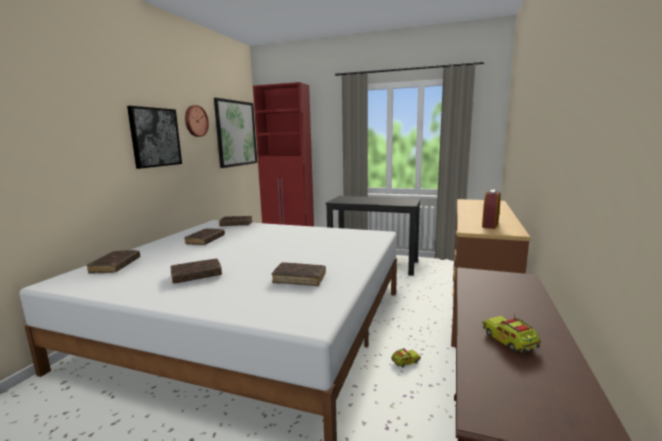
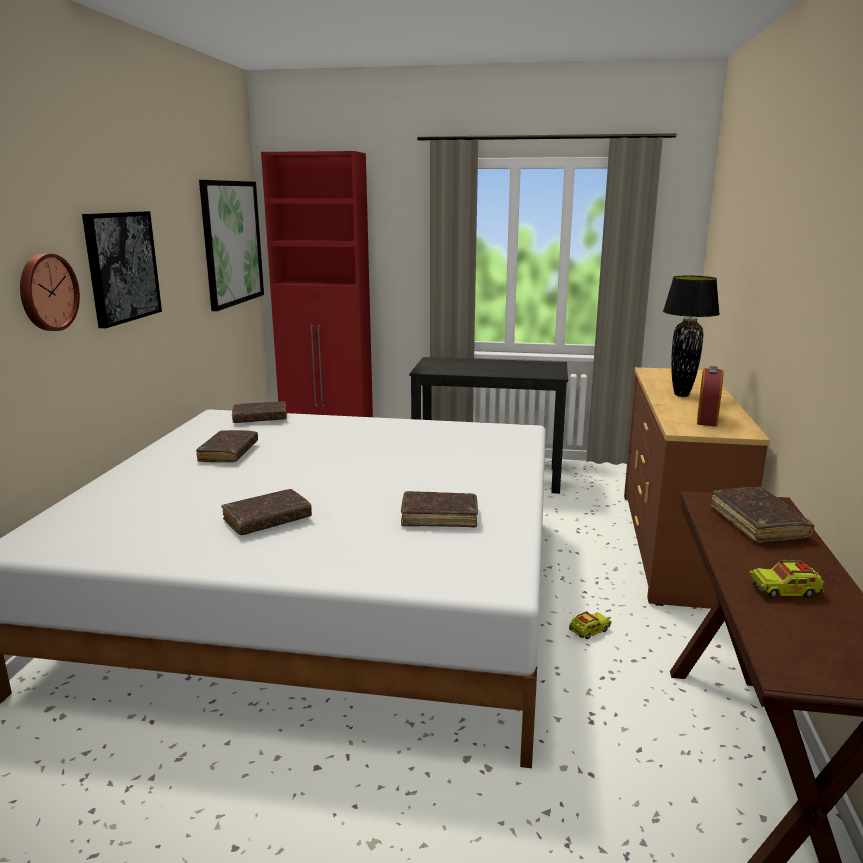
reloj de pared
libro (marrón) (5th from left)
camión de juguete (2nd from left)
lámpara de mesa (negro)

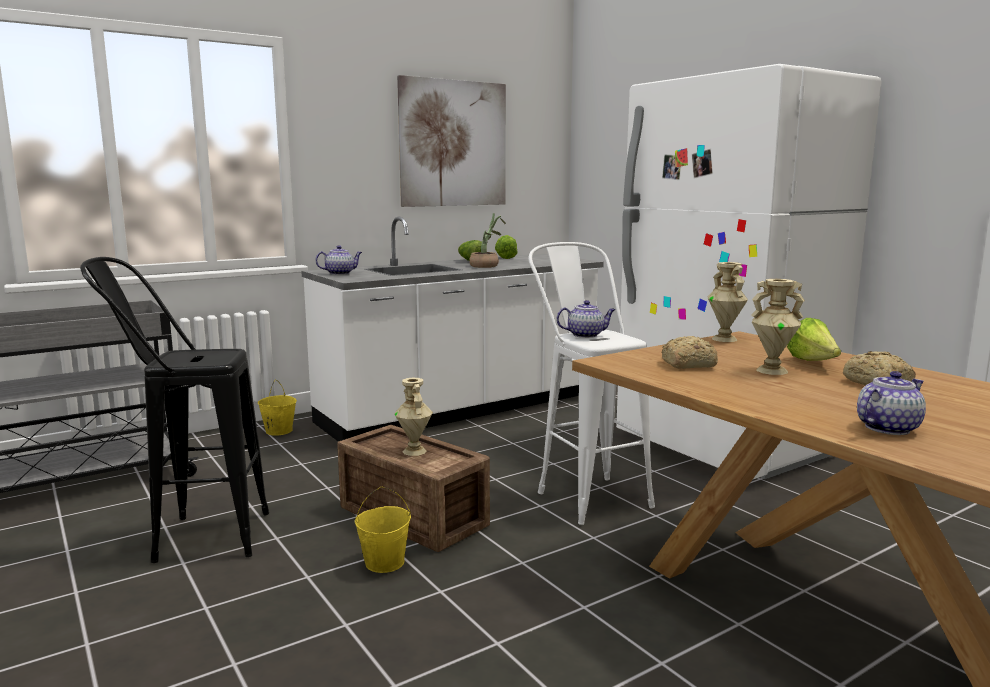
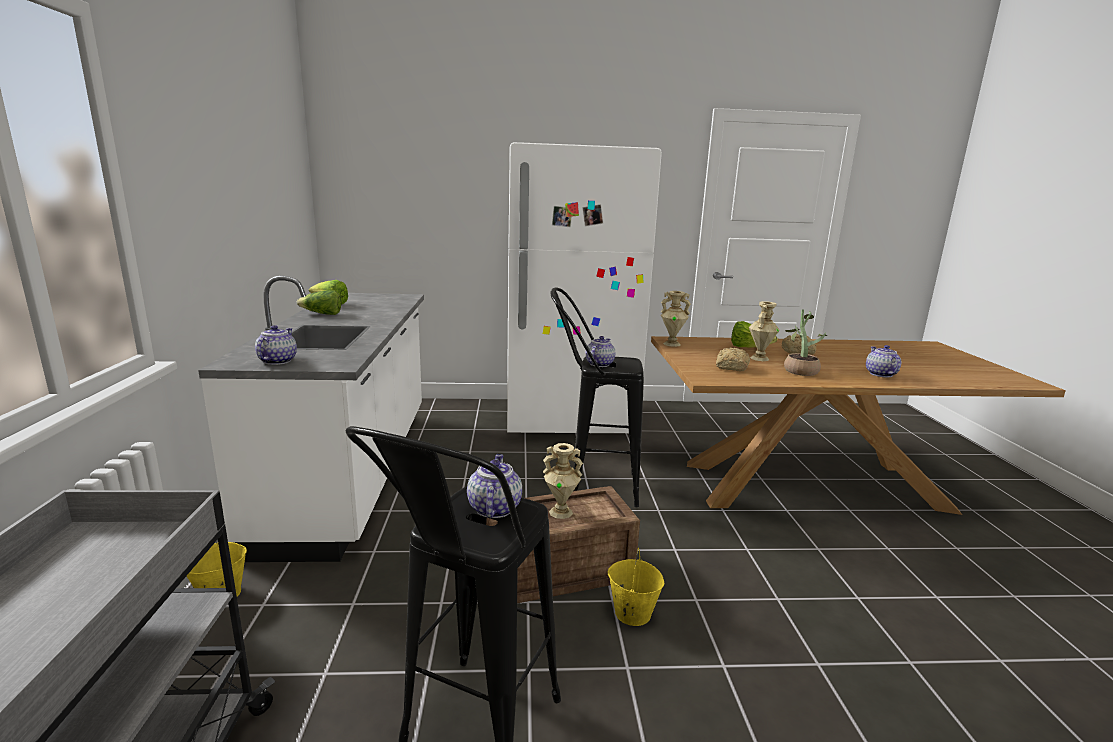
cuadro
planta en maceta
taburete (negro) (2nd from left)
tetera (2nd from left)

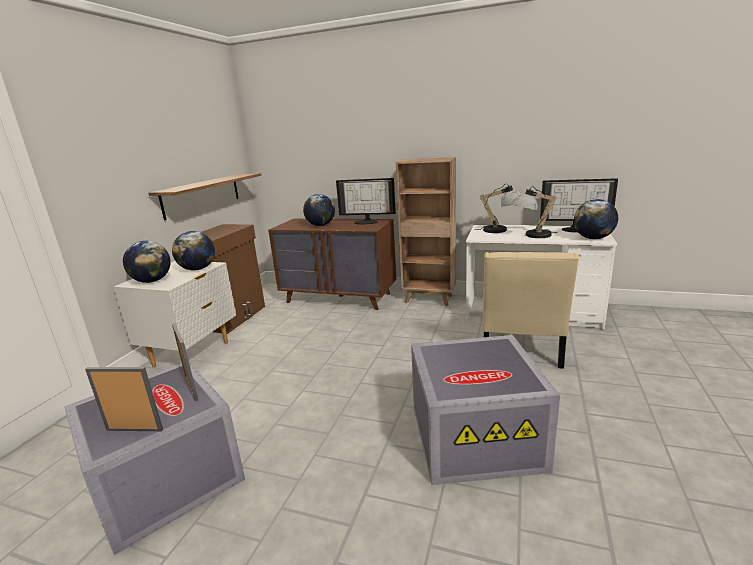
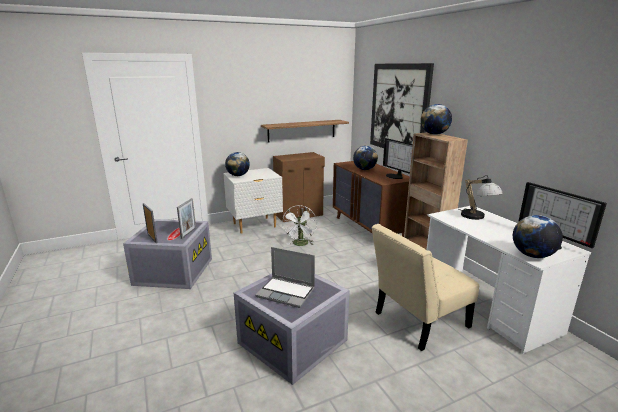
lámpara de mesa (2nd from left in the first image)
globo terráqueo (3rd from left)
cuadro
ventilador (blanco)
portátil

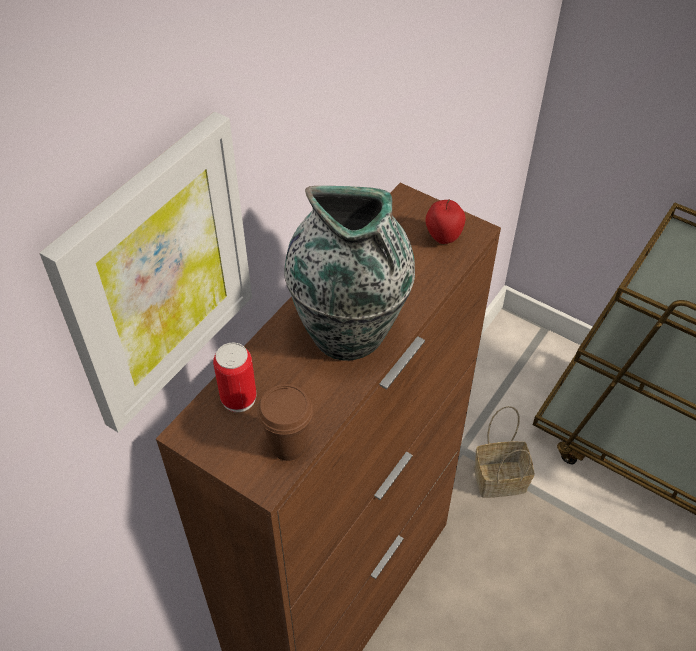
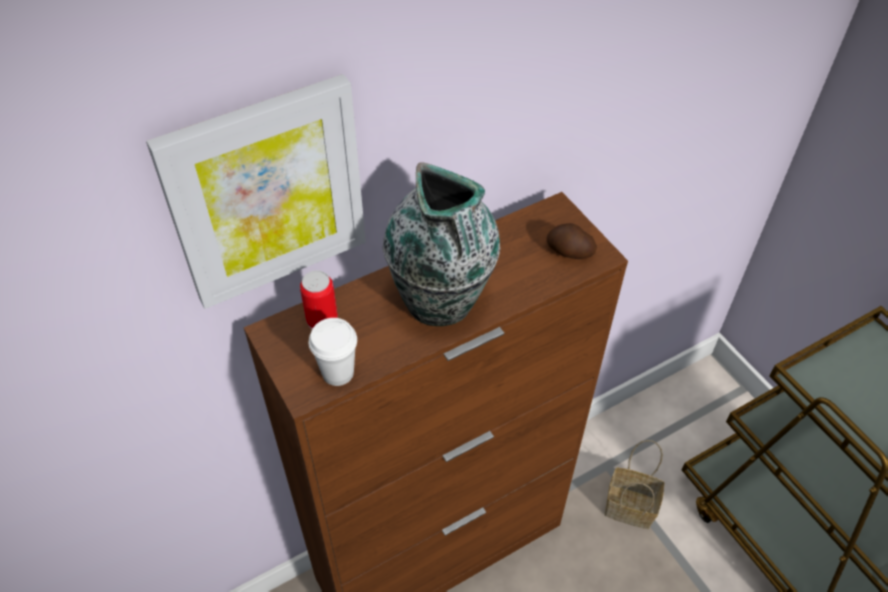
patata
taza (blanco)

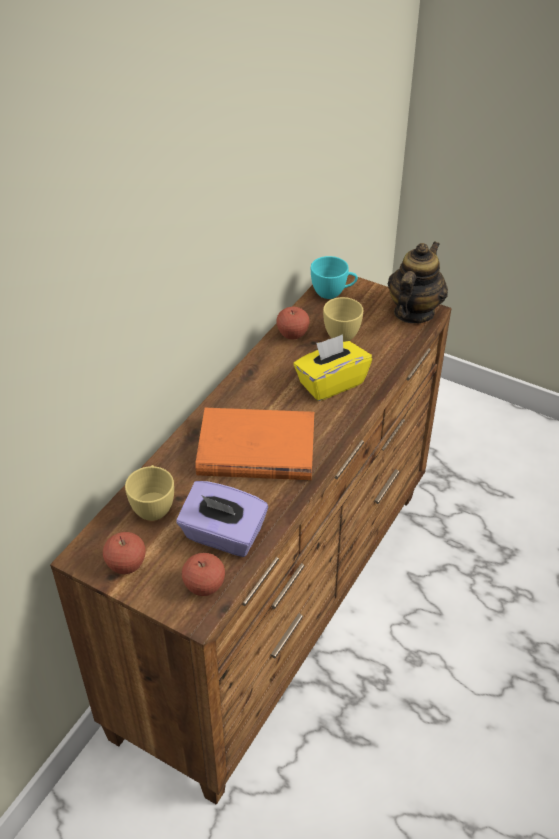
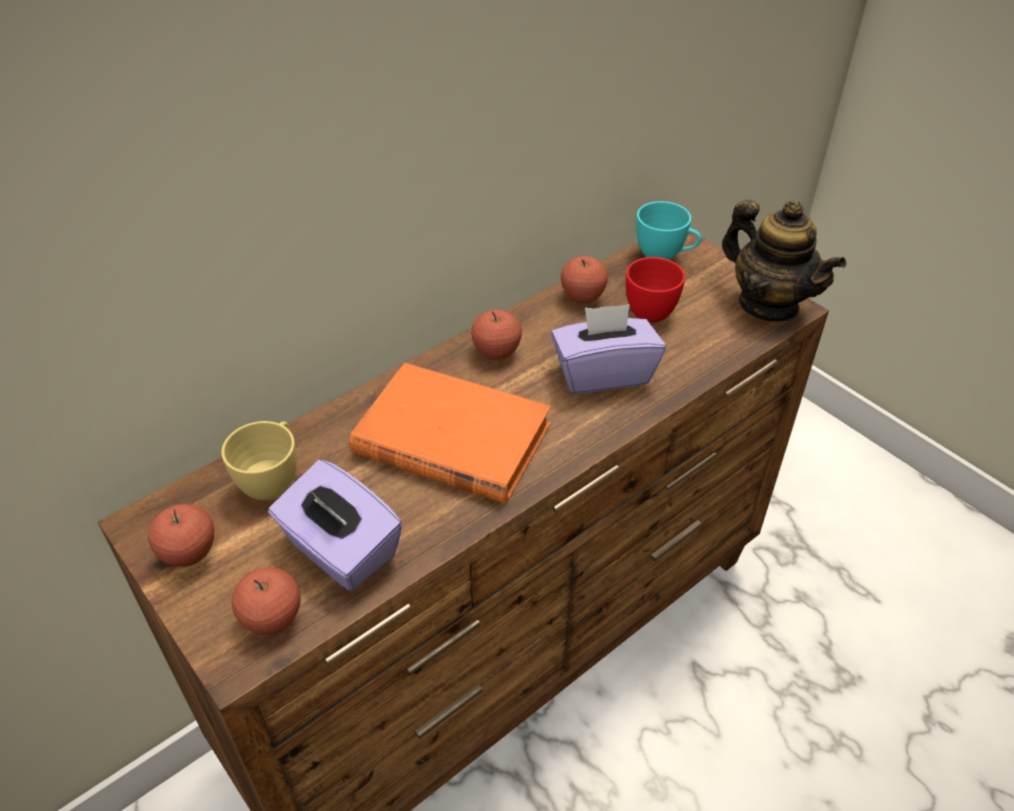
tetera
taza (rojo)
caja de pañuelos (morado) (2nd from left)
manzana (3rd from left)

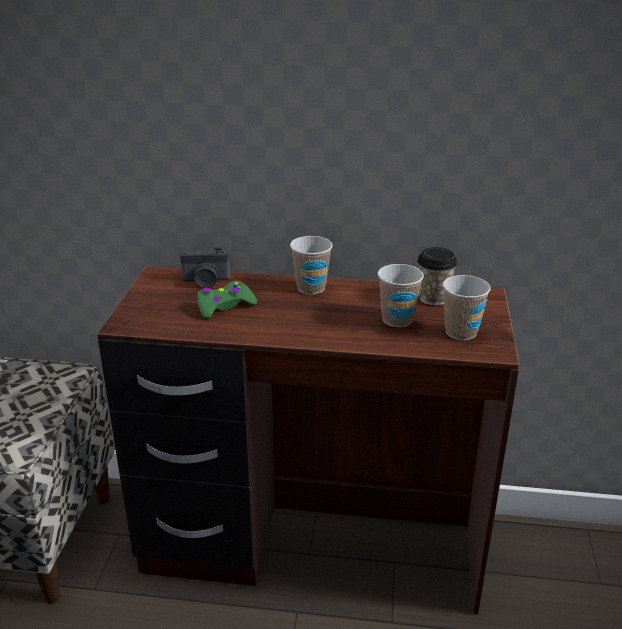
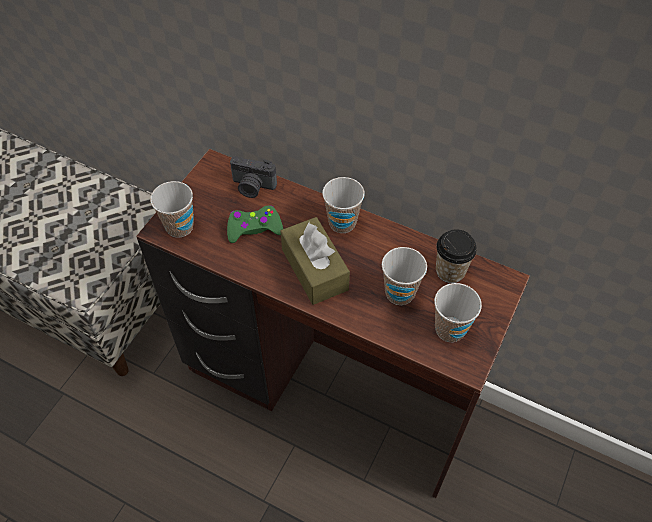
taza (1st from left)
caja de pañuelos (marrón)

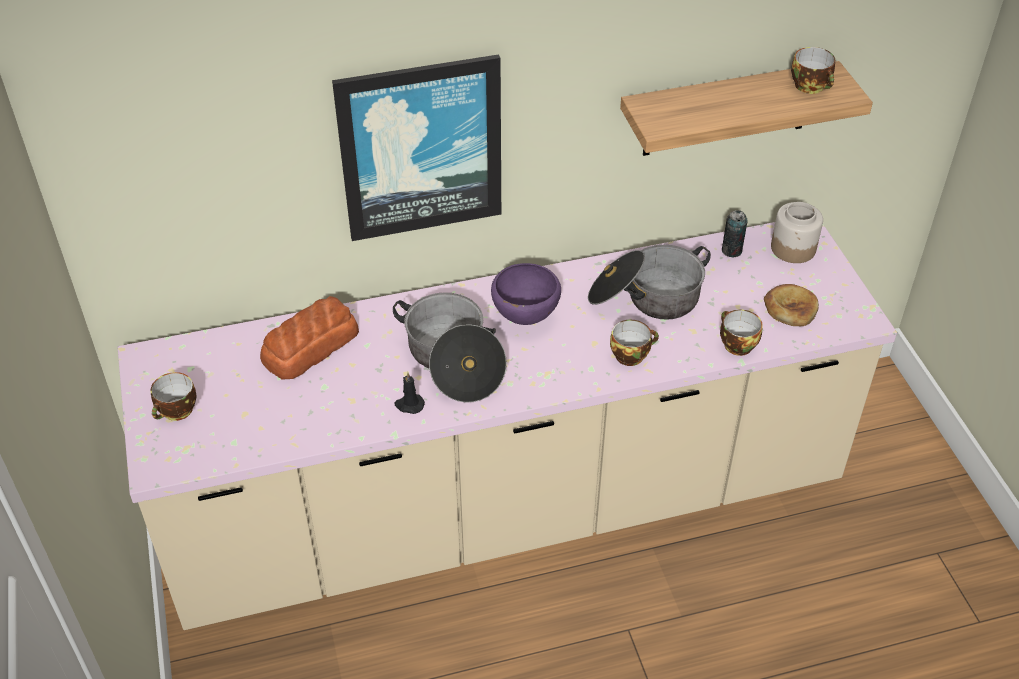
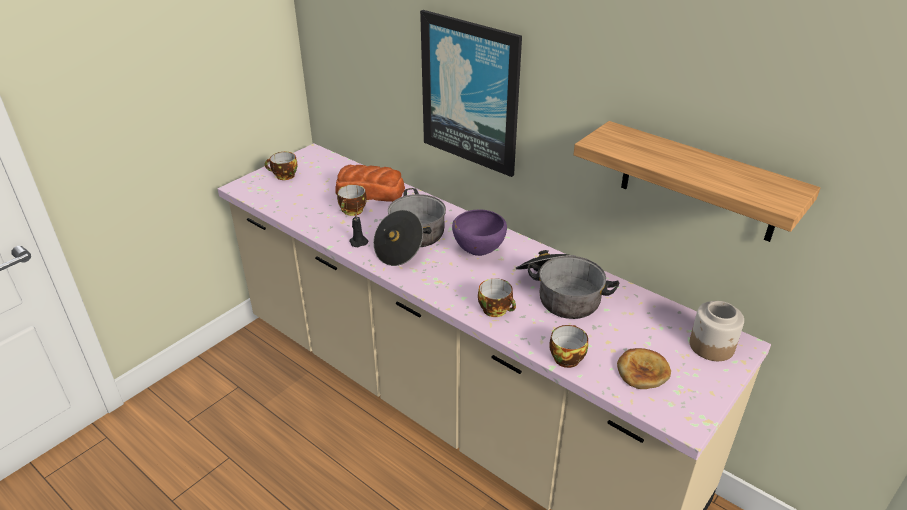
taza (2nd from left)
lata

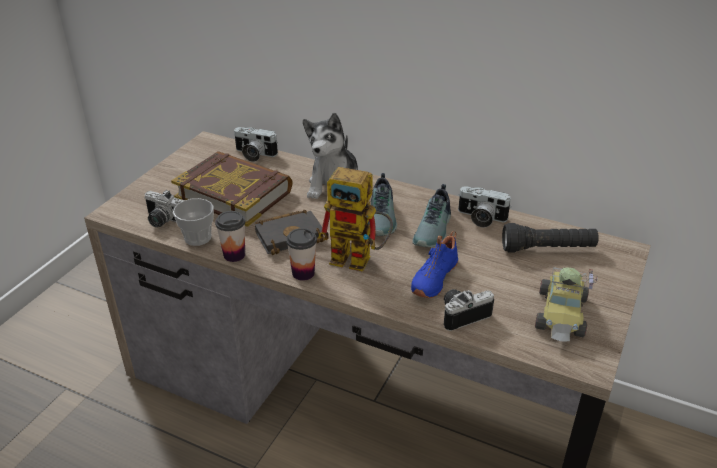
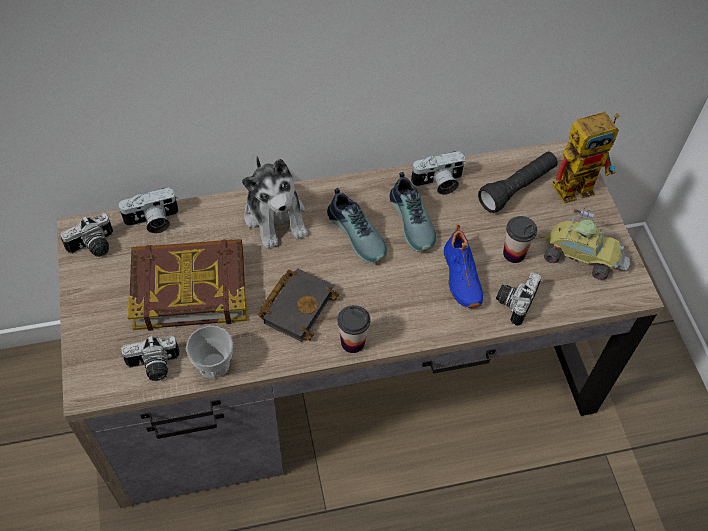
robot de juguete
taza (3rd from left)
coche de juguete
cámara (1st from left)

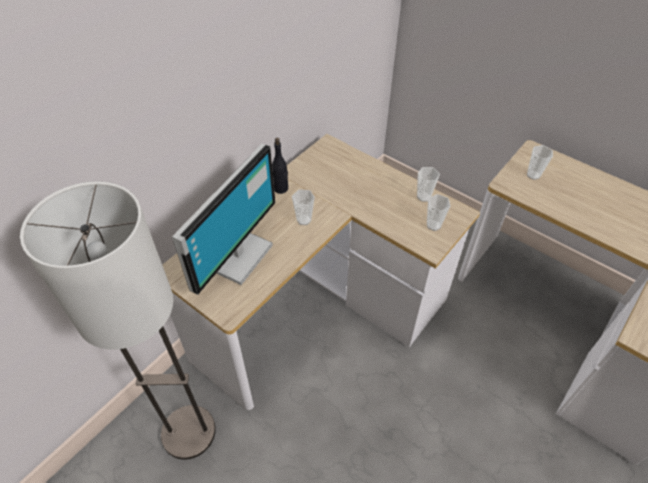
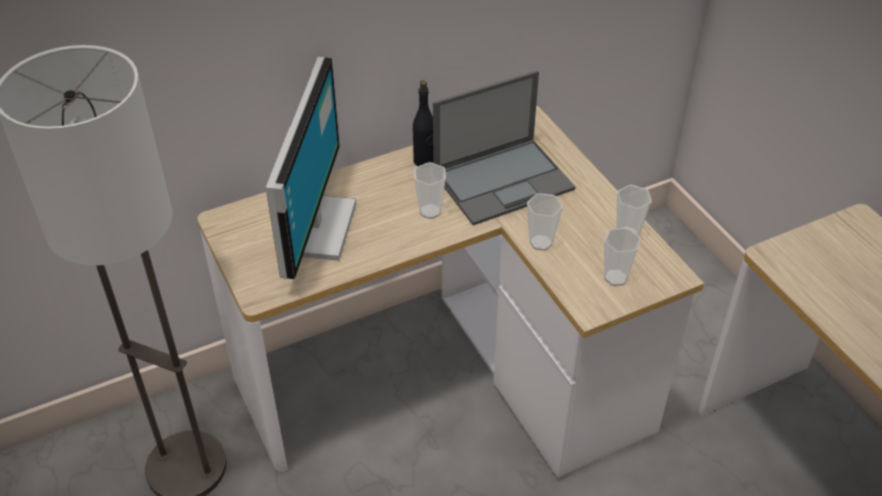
monitor
taza (2nd from left)
portátil

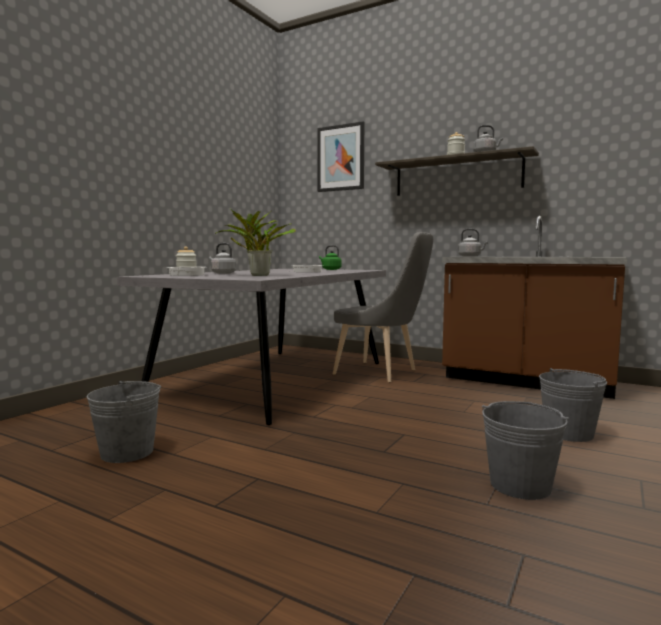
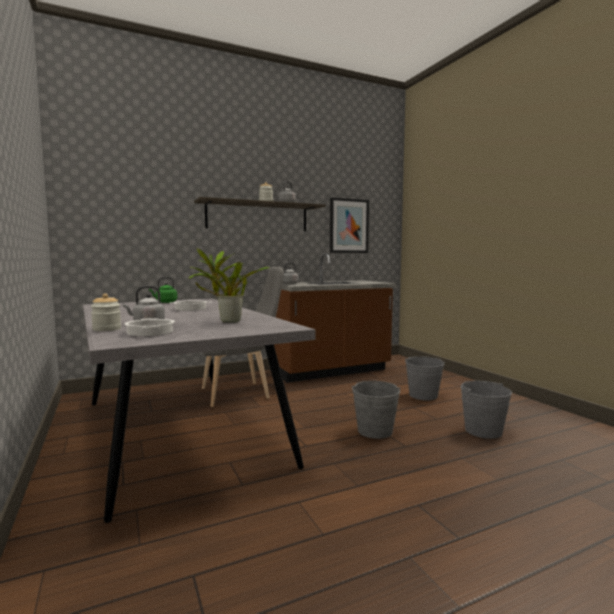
cuadro
cubo (gris) (1st from left)

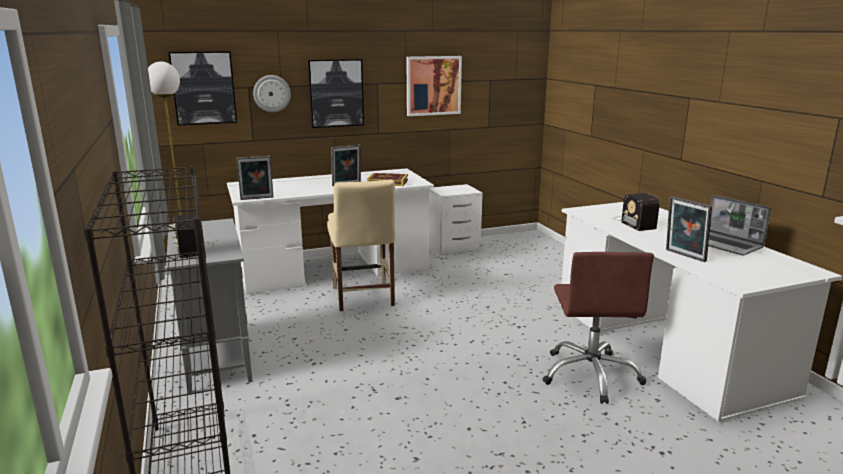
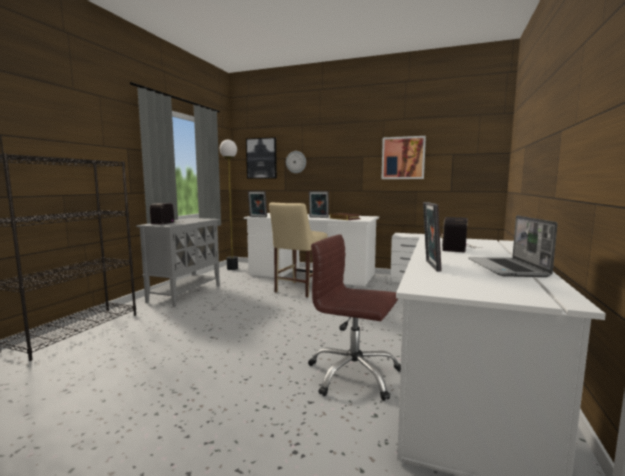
cuadro (2nd from left in the first image)
silla de oficina (marrón)

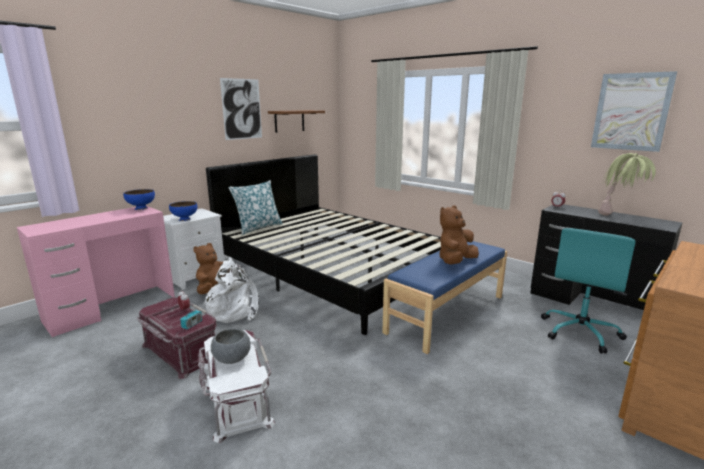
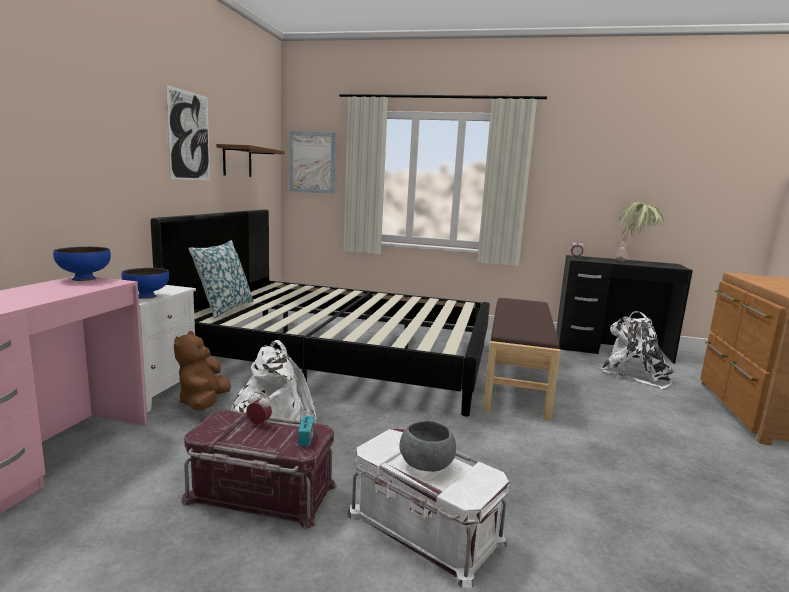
cuadro (2nd from left)
peluche (marrón) (2nd from left in the first image)
mochila (blanco) (2nd from left)
banco (marrón)

